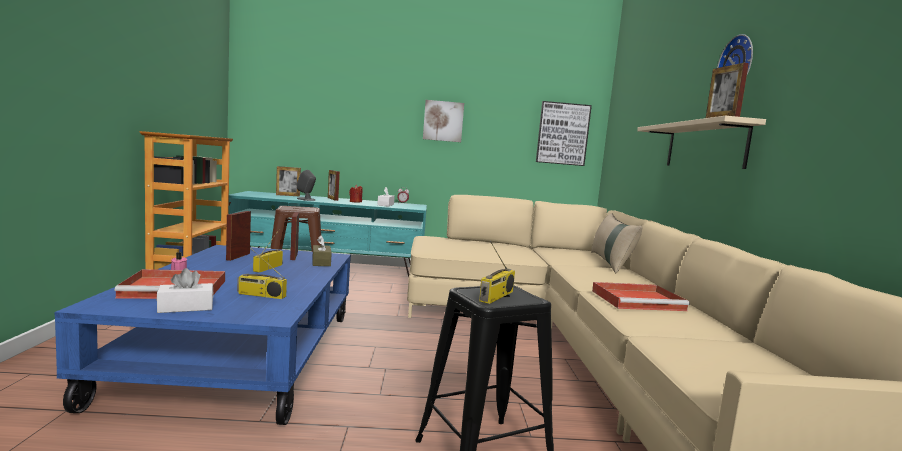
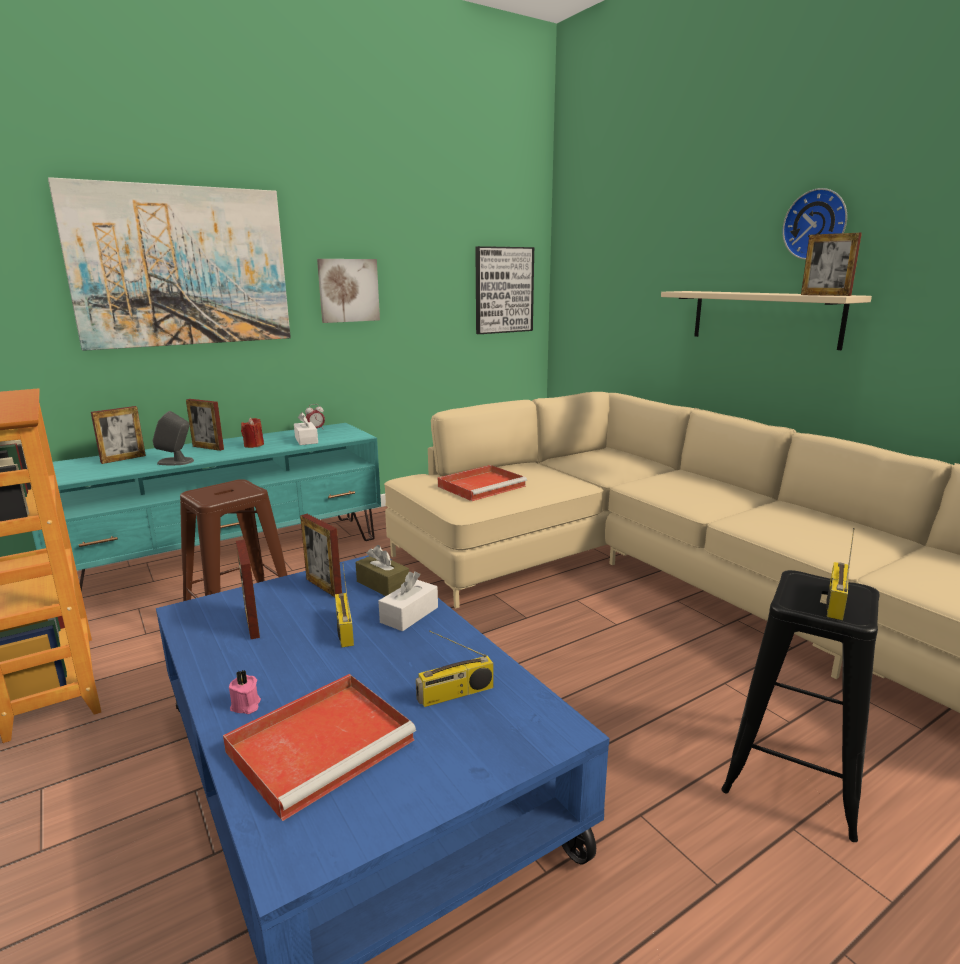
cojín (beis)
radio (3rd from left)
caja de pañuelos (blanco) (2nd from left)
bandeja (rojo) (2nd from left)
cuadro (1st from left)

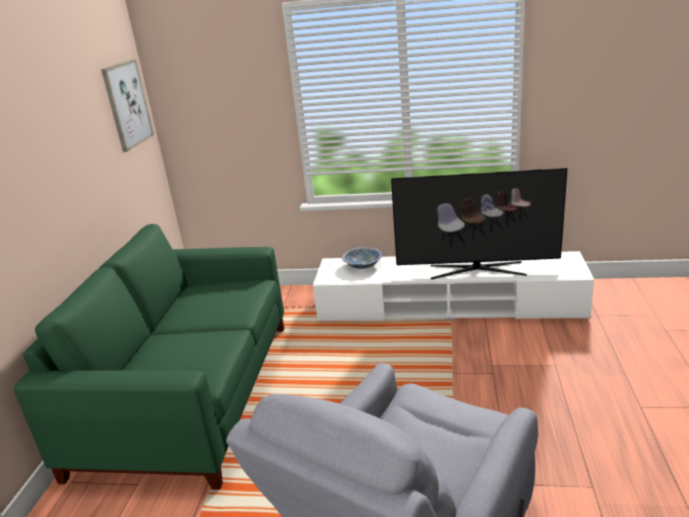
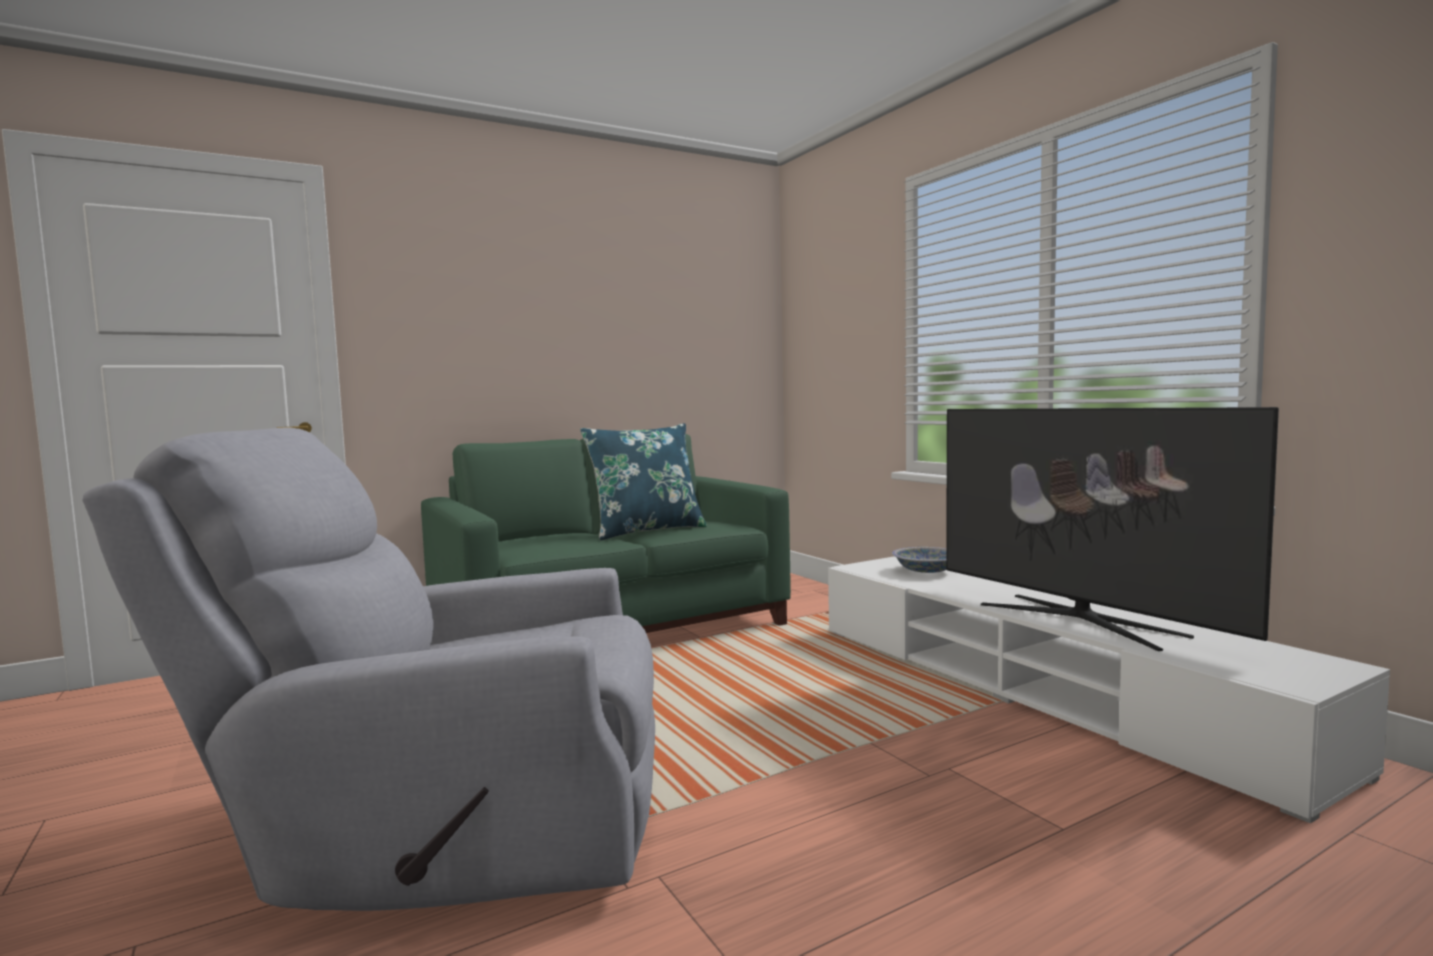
cuadro
cojín (azul)

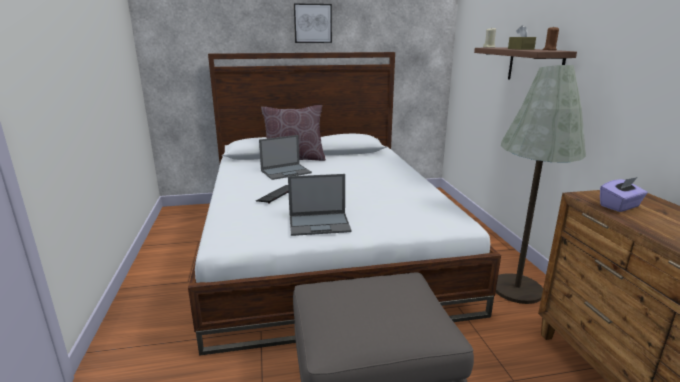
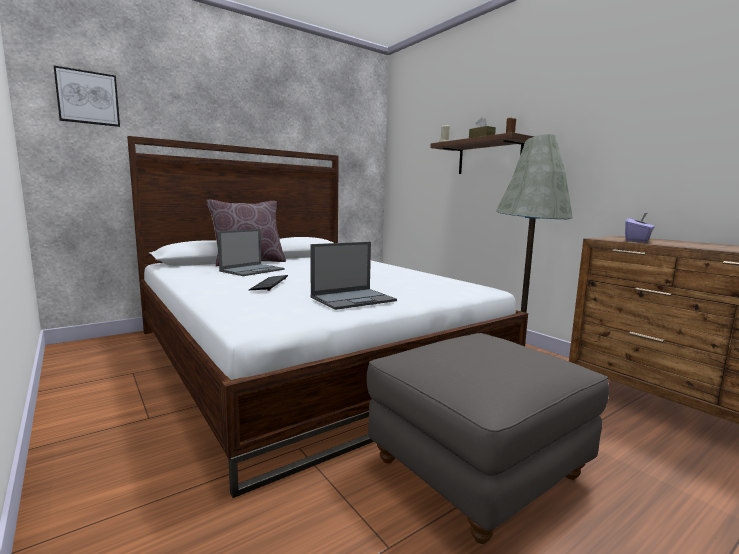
cuadro

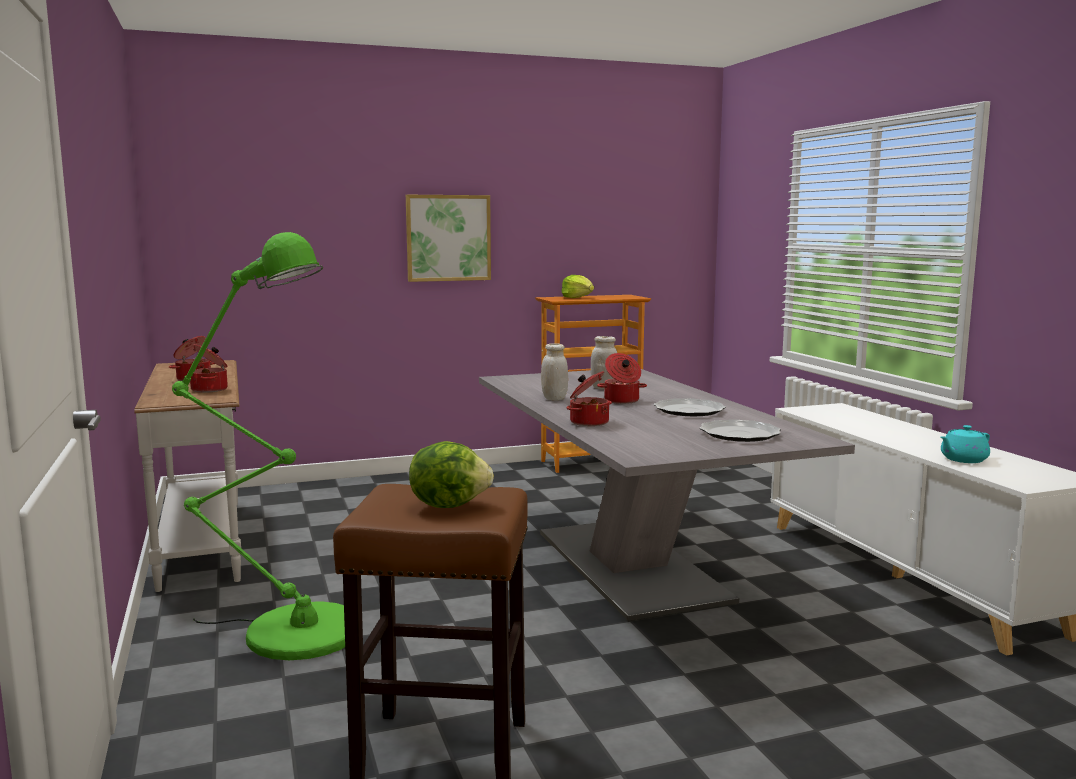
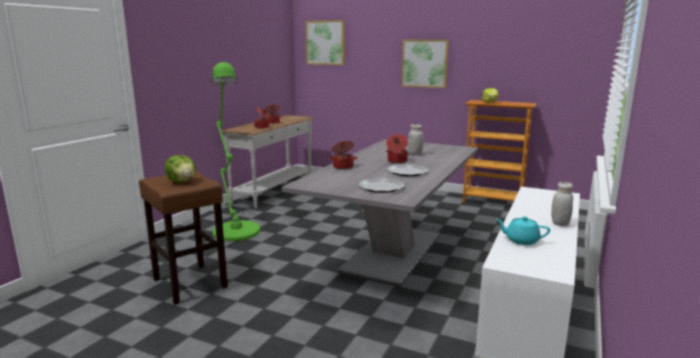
tarro (blanco) (2nd from left)
cuadro (1st from left)

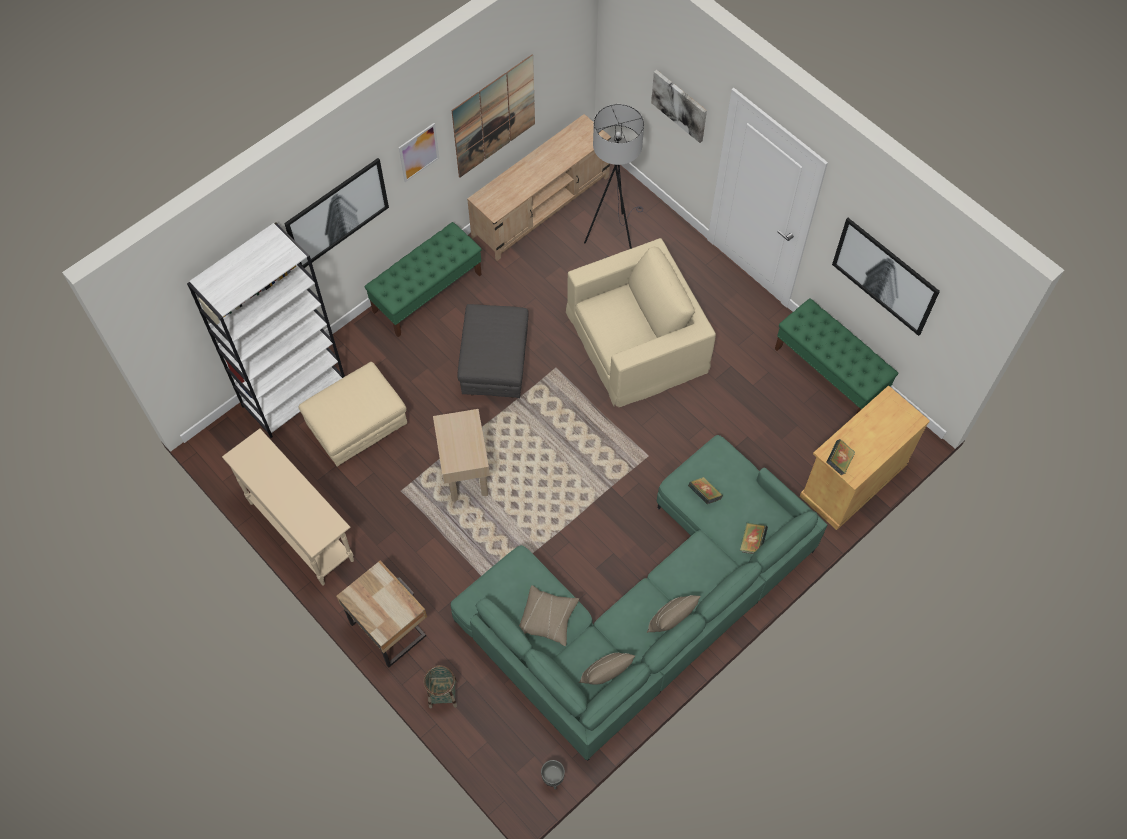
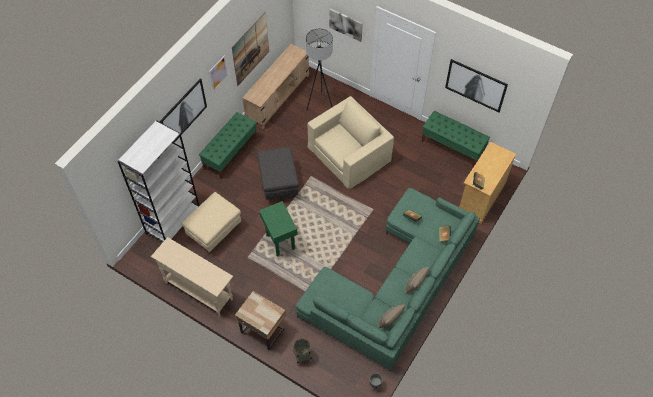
mesa auxiliar (verde)
cojín (beis) (1st from left in the first image)

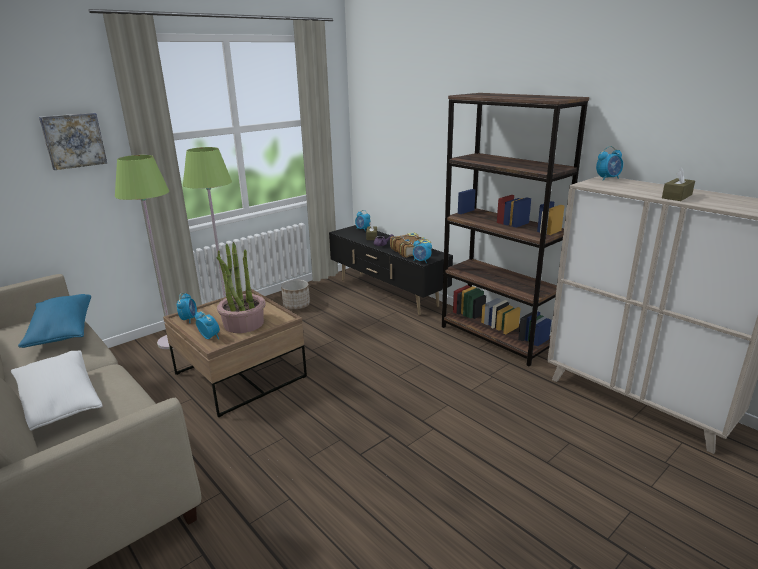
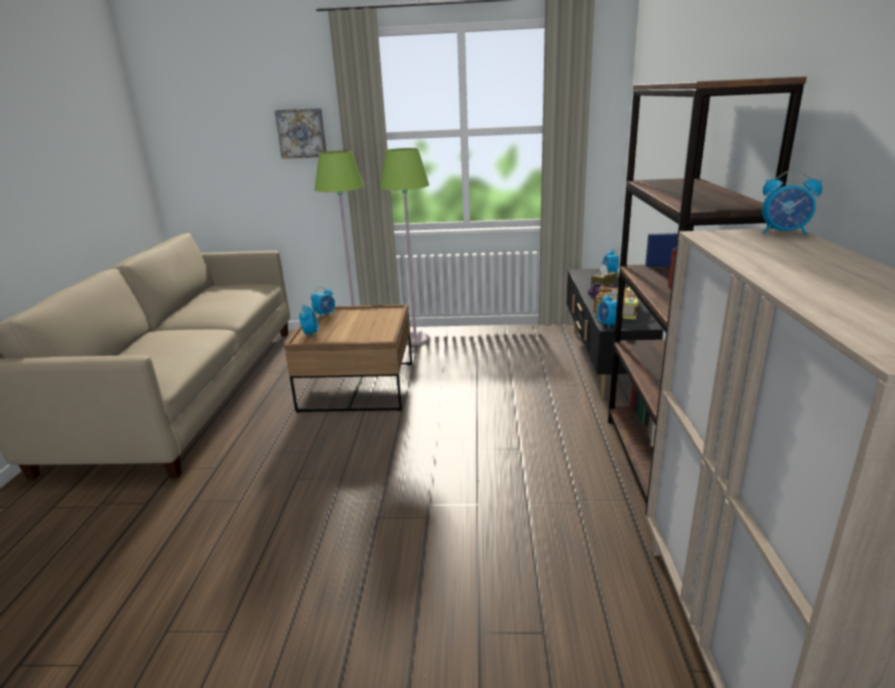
caja de pañuelos (marrón) (2nd from left in the first image)
planta en maceta
maceta
cojín (azul)
cojín (blanco)

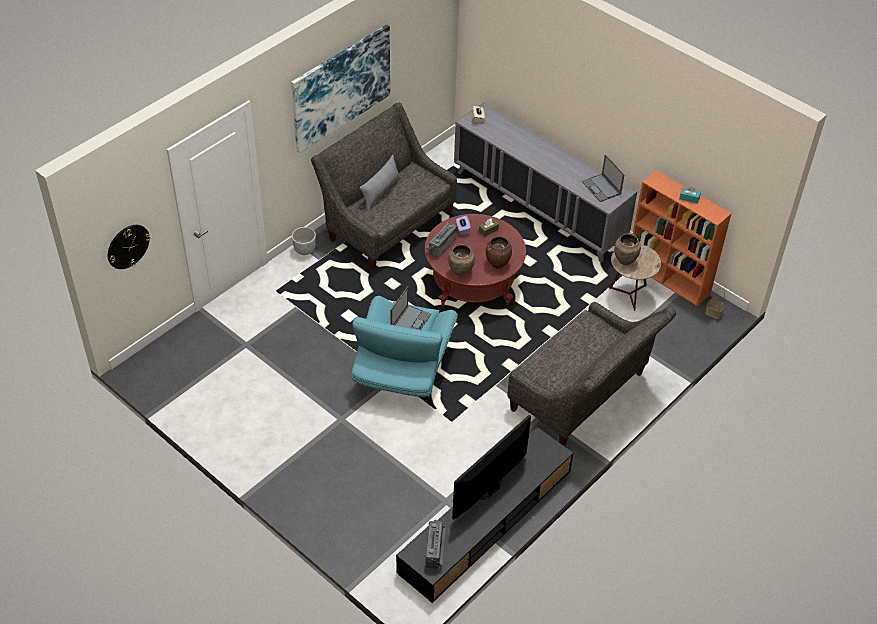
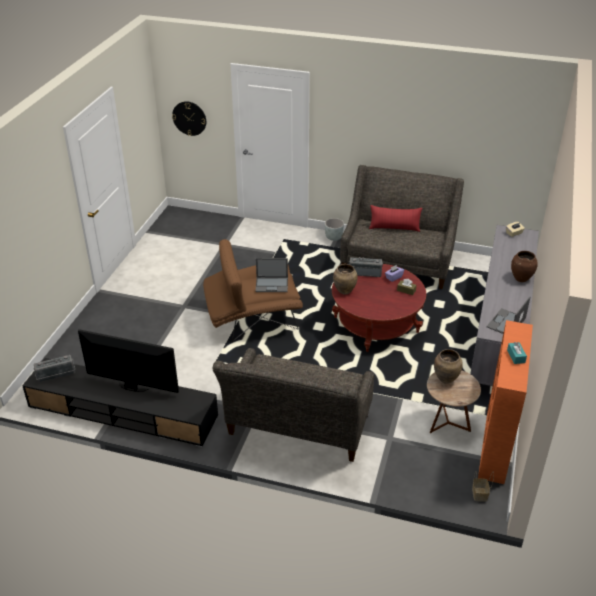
cuadro
cojín (rojo)
florero (marrón) (3rd from left)
sillón (marrón)

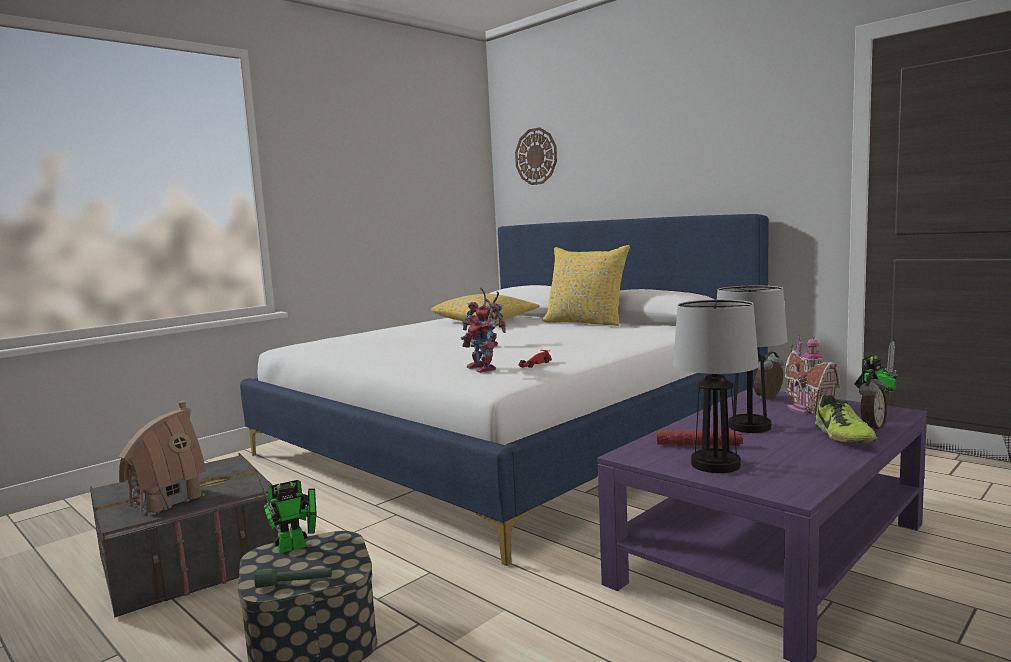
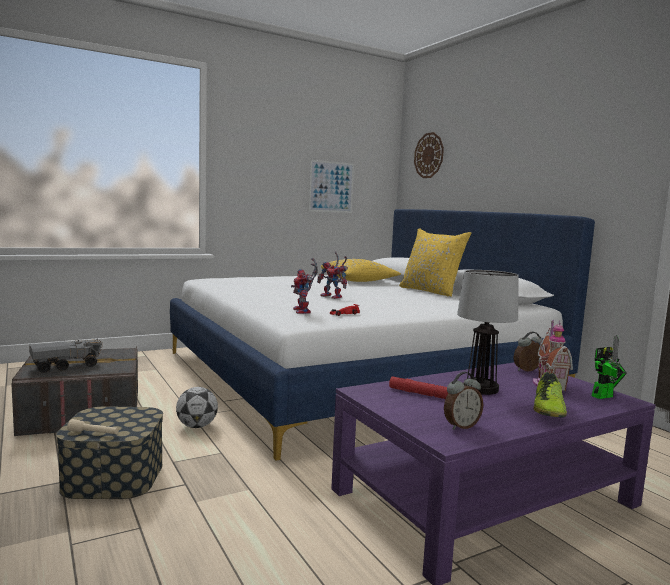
lámpara de mesa (1st from left in the first image)
despertador (1st from left)
camión de juguete
robot de juguete (1st from left in the first image)
linterna (beis)
cuadro
balón de fútbol

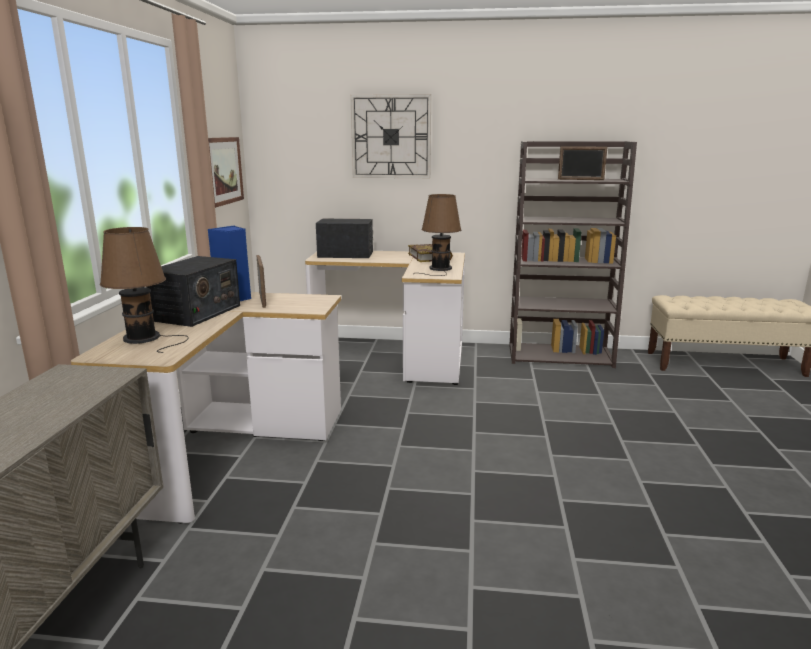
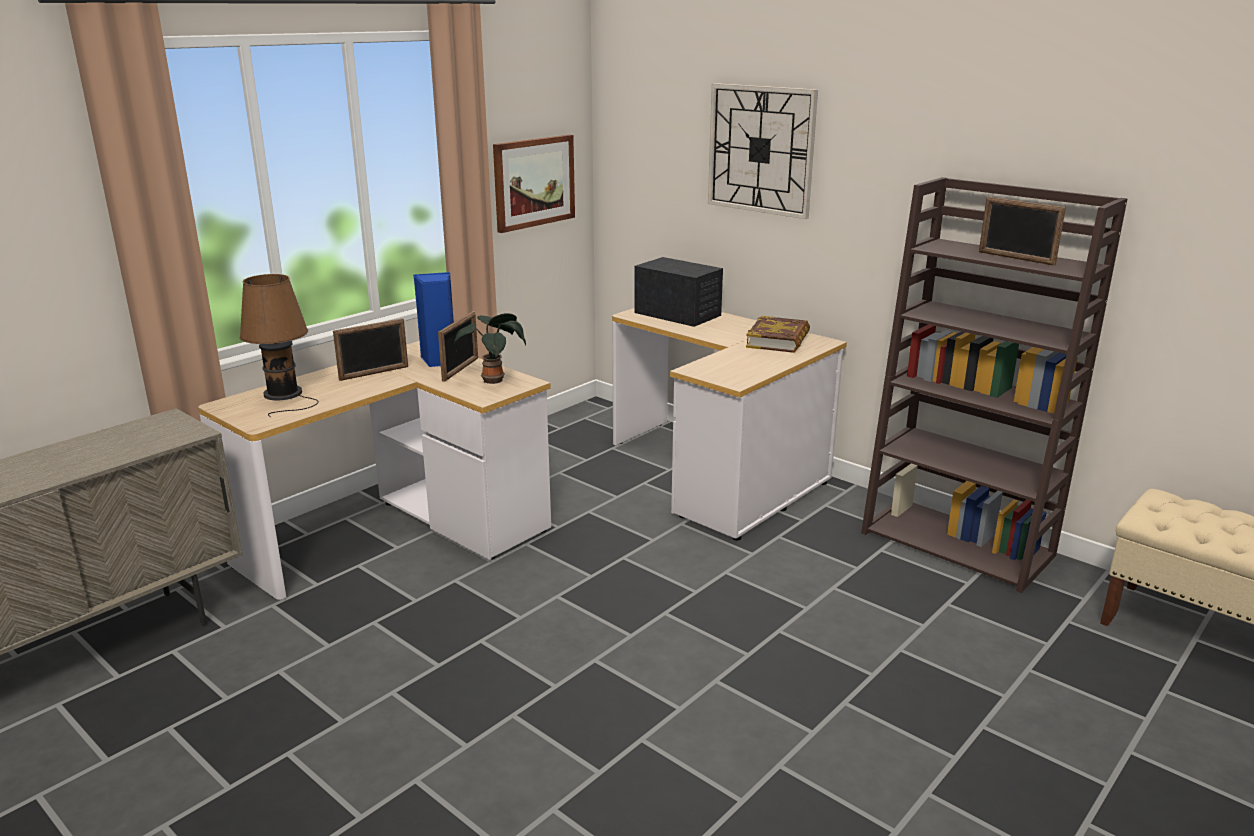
lámpara de mesa (marrón) (2nd from left in the first image)
portarretratos (1st from left)
planta en maceta

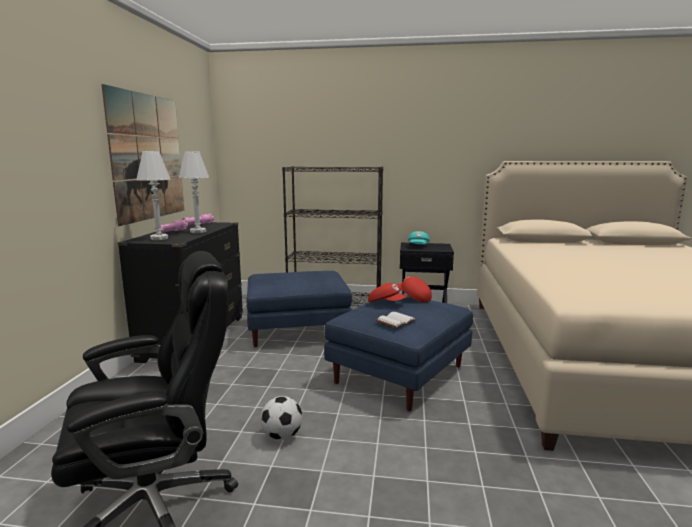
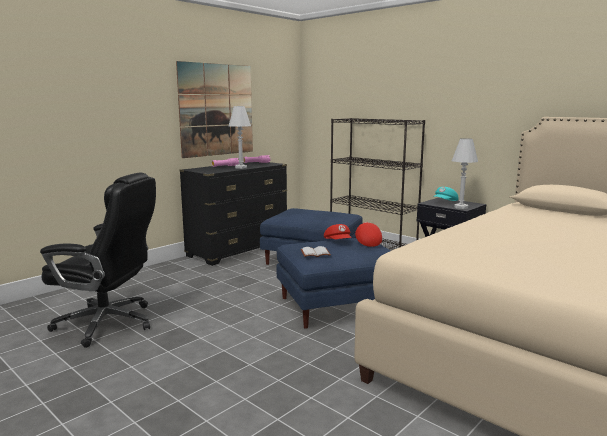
lámpara de mesa (blanco) (2nd from left)
balón de fútbol

